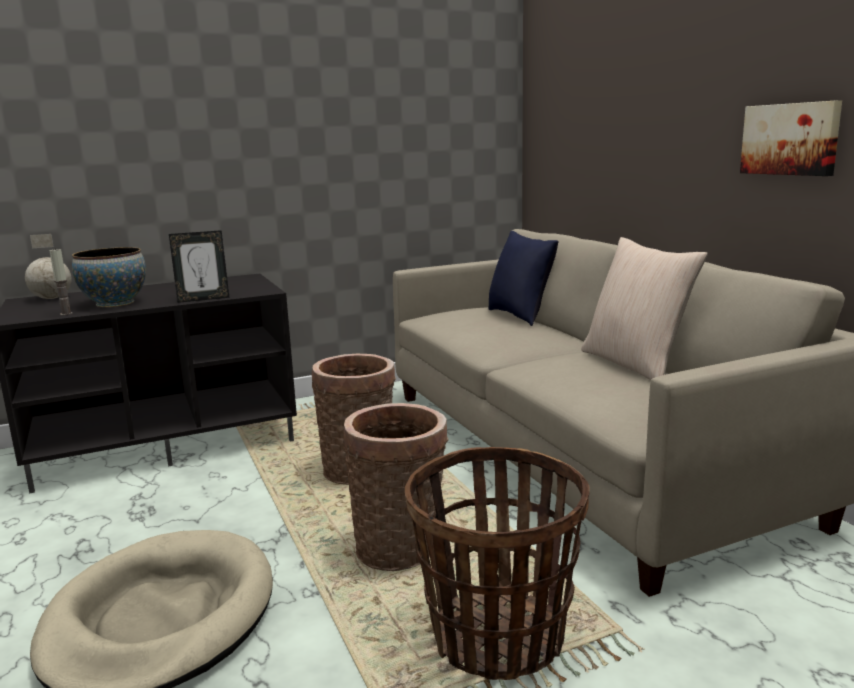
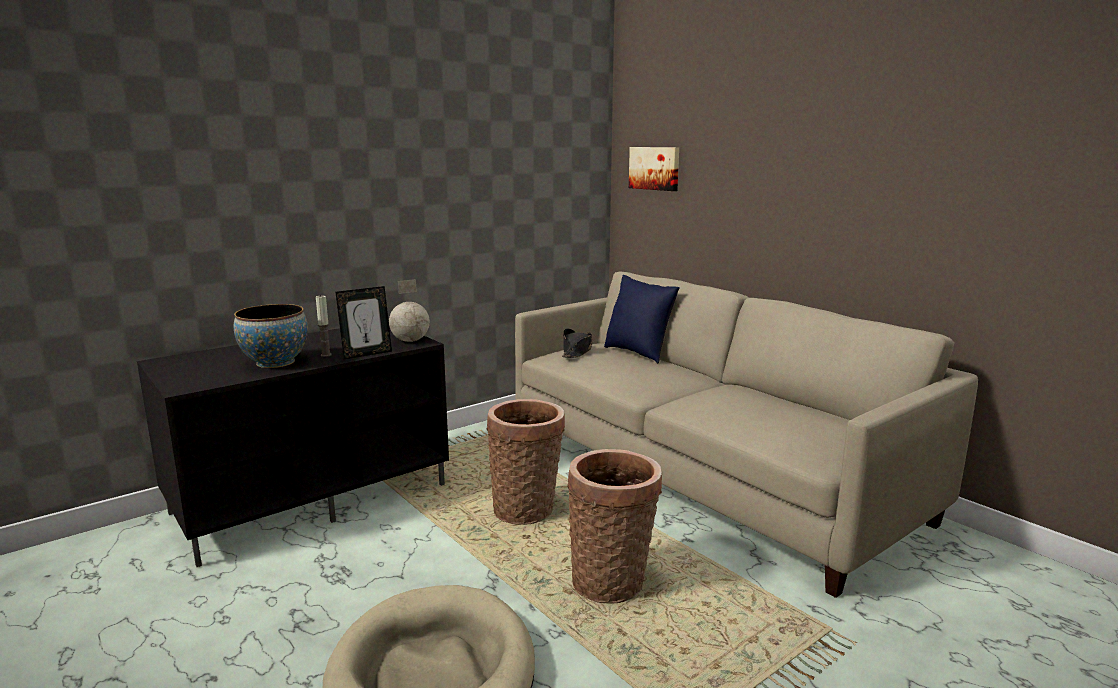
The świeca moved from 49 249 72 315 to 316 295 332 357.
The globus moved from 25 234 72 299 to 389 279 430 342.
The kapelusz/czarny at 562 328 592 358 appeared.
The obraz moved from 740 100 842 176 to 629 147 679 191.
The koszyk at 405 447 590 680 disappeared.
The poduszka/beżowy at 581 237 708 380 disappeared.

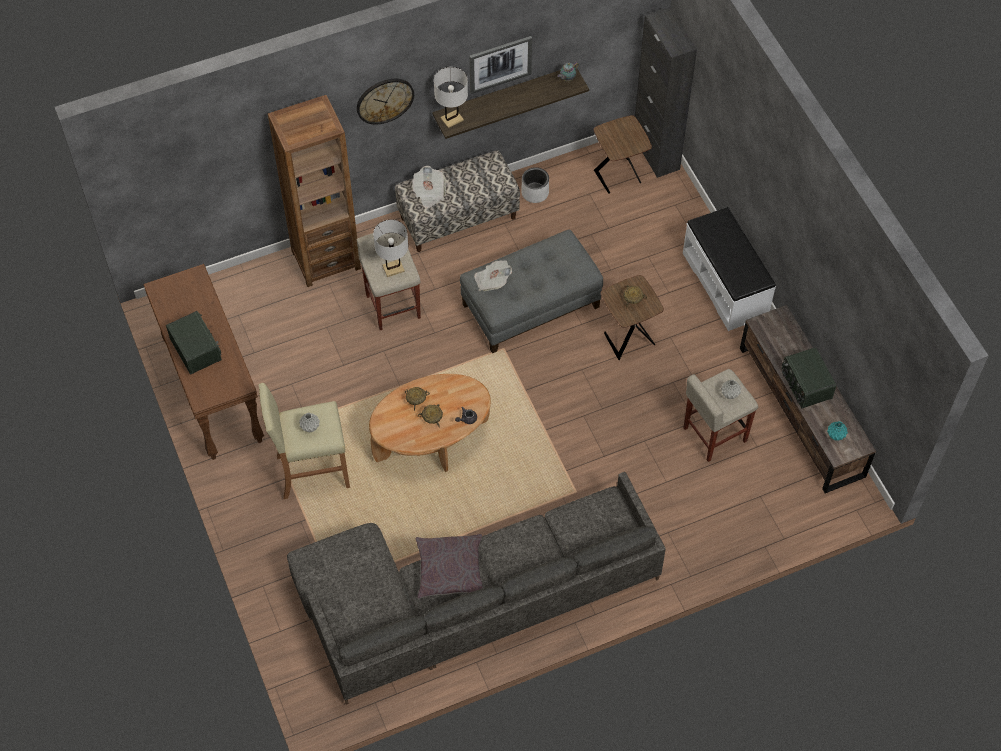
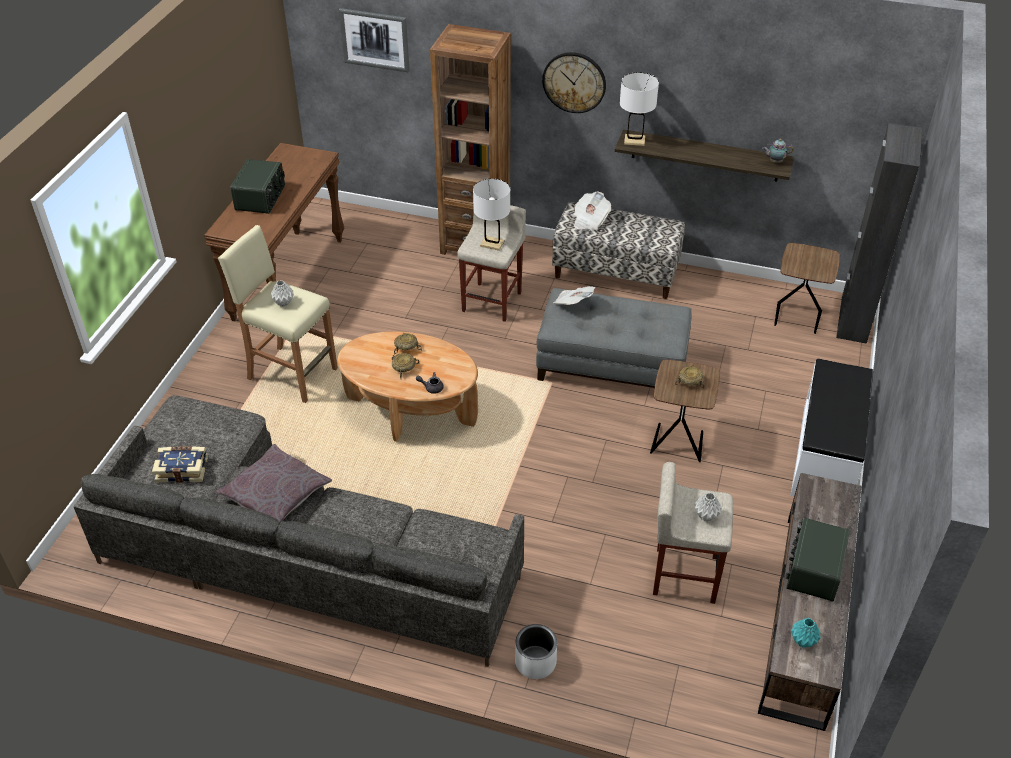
The książka at 152 446 208 483 appeared.
The obraz moved from 469 36 532 94 to 339 8 410 72.
The donica/biały moved from 521 167 549 203 to 515 624 557 679.

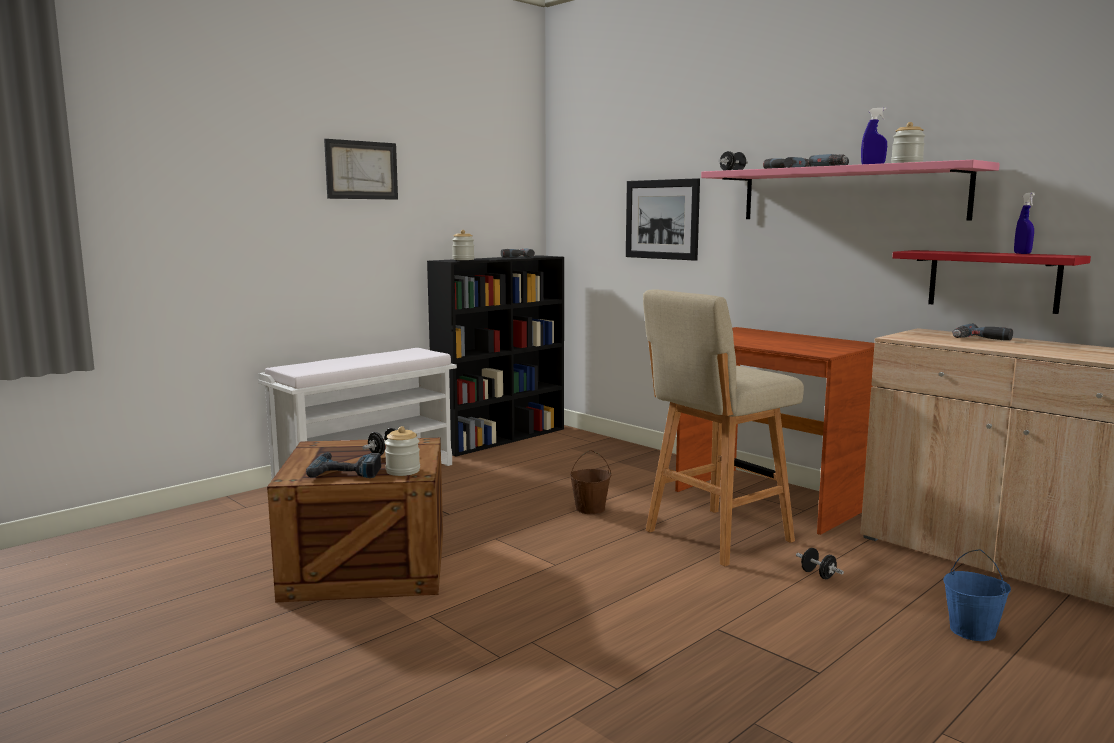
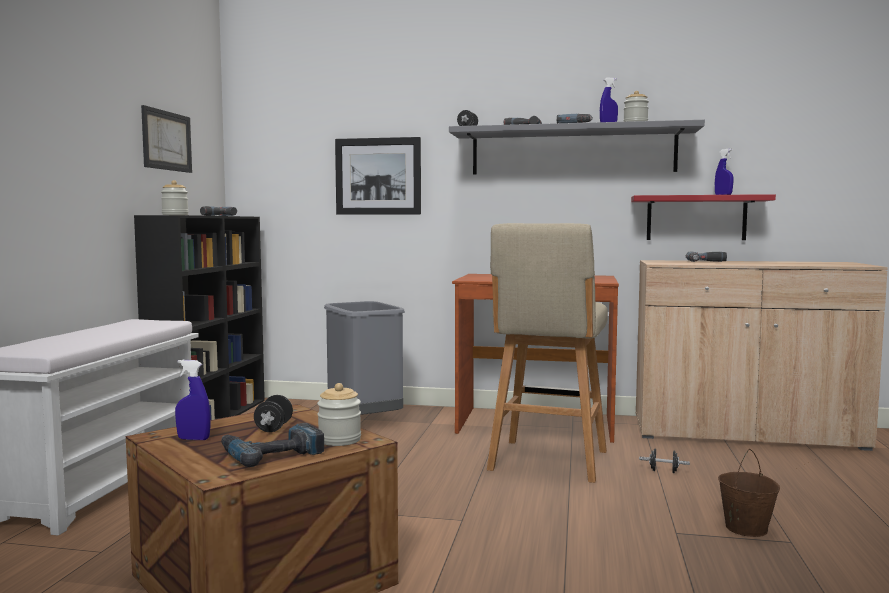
The obraz moved from 324 139 398 200 to 141 105 192 173.
The spryskiwacz/niebieski at 175 360 211 440 appeared.
The kosz na śmieci/szary at 324 301 405 415 appeared.
The półka/różowy at 701 160 1000 221 became the półka/szary at 449 120 705 175.
The wiadro/brązowy moved from 570 450 611 514 to 718 449 780 537.
The wiadro/niebieski at 943 549 1011 641 disappeared.

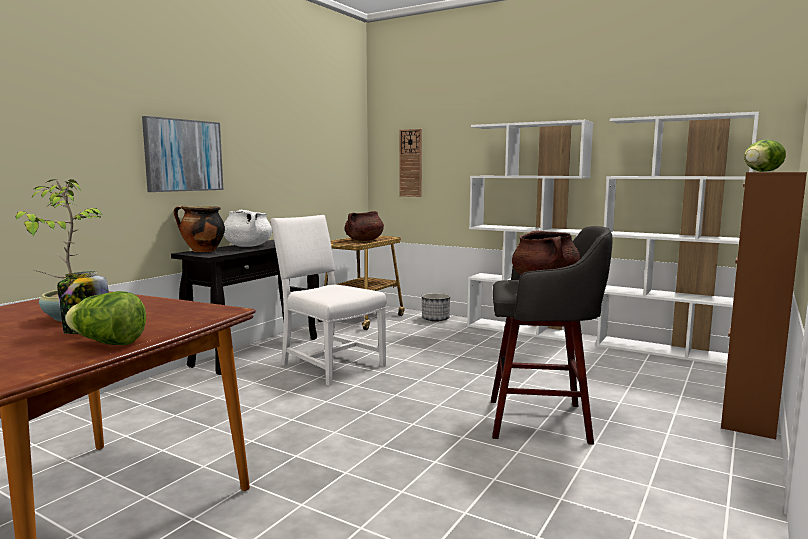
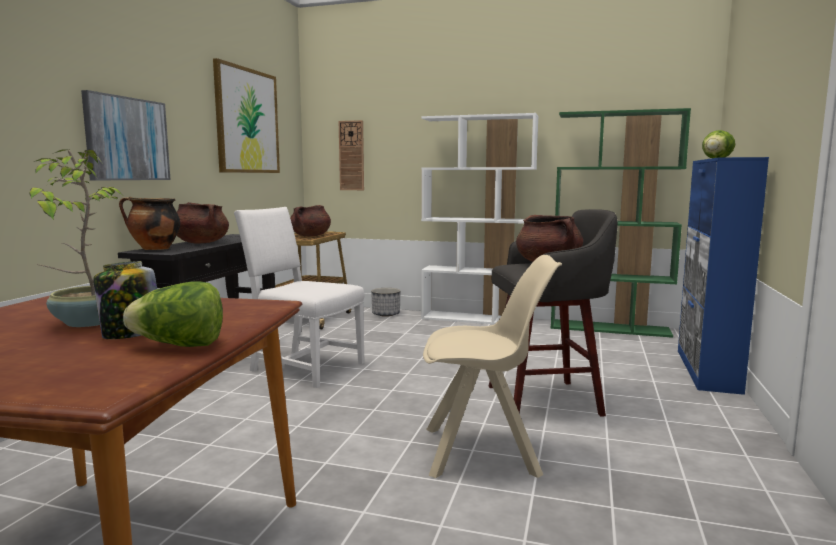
The garnek/biały at 224 209 272 247 became the garnek/brązowy at 177 202 229 244.
The obraz at 213 58 280 173 appeared.
The krzesło/beżowy at 423 255 562 478 appeared.
The regał/biały at 597 112 759 366 became the regał/zielony at 551 108 691 338.
The szafka/brązowy at 721 172 807 439 became the szafka/niebieski at 678 157 769 395.

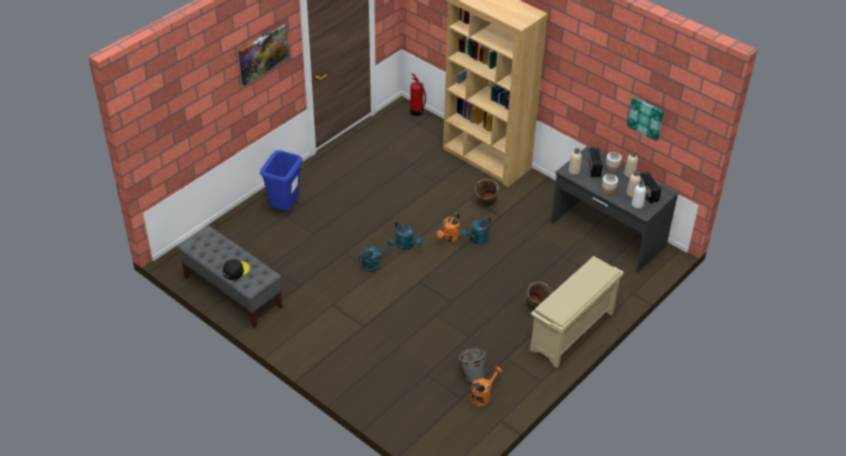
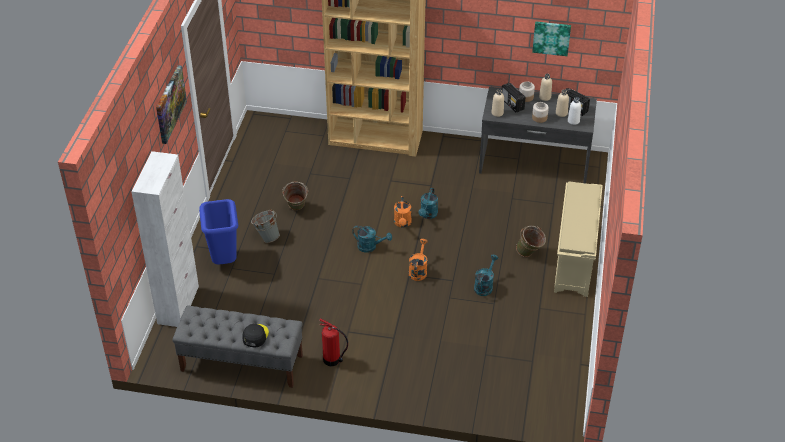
The szafka/biały at 131 151 199 327 appeared.
The wiadro/szary moved from 459 349 486 383 to 251 209 280 243.
The wiadro/zielony moved from 475 179 499 206 to 282 181 308 210.
The gaśnica moved from 410 73 426 116 to 319 318 348 366.
The konewka/pomarańczowy moved from 470 366 502 406 to 409 239 428 281.
The konewka/turkusowy moved from 358 239 394 272 to 474 255 499 296.

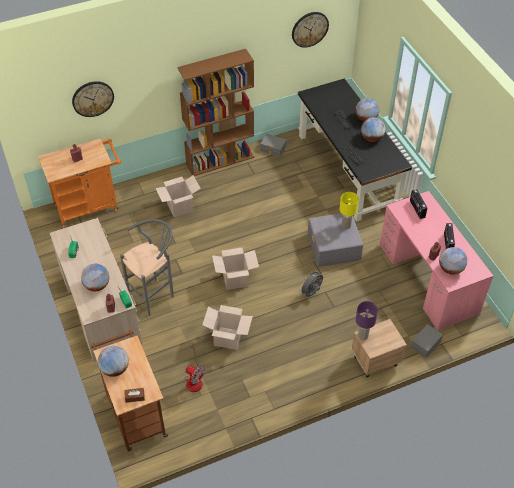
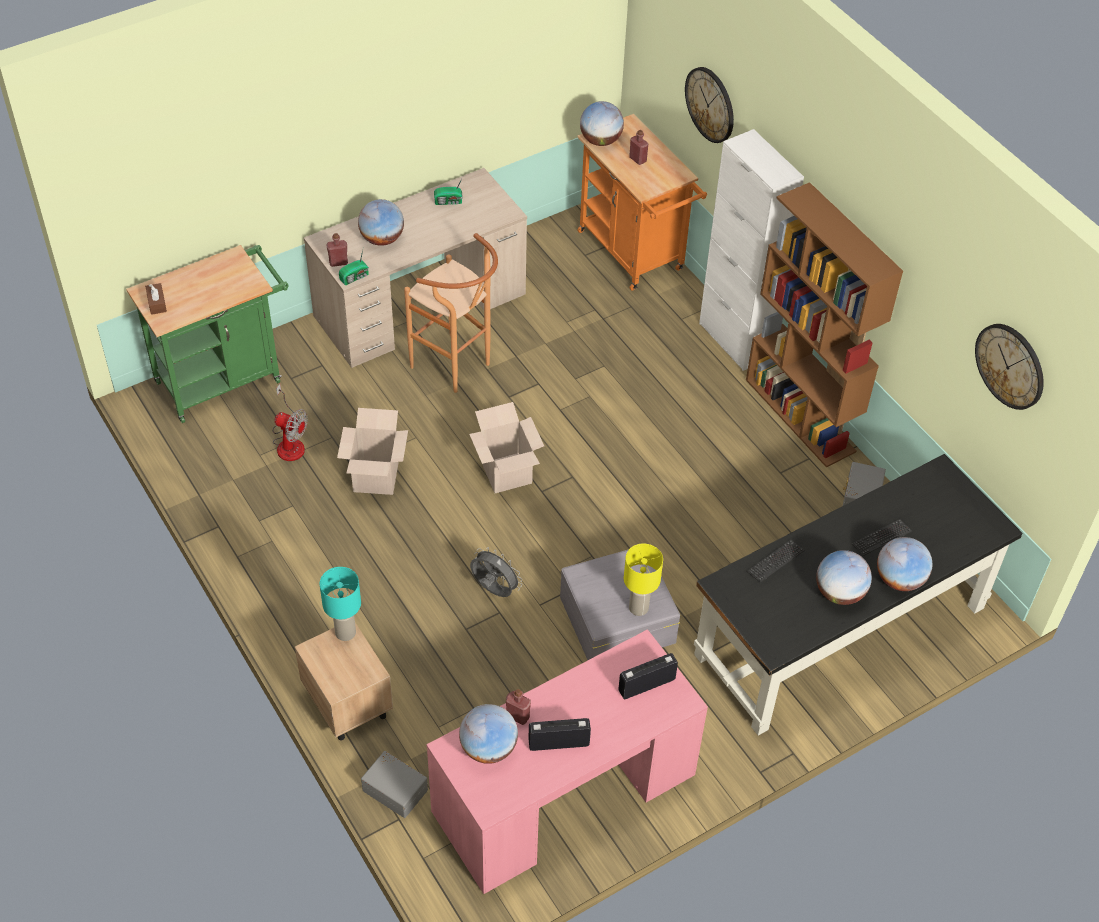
The wózek/brązowy at 91 330 168 452 became the wózek/zielony at 126 245 289 423.
The wentylator at 184 343 205 392 turned 90 degrees counterclockwise.
The lampa stołowa/fioletowy at 356 301 378 340 became the lampa stołowa/turkusowy at 320 567 361 641.
The stołek/szary at 120 219 174 316 became the stołek/brązowy at 404 233 498 393.
The globus moved from 98 346 129 377 to 580 101 624 146.
The szafka/biały at 699 129 804 371 appeared.
The karton at 155 175 201 217 disappeared.

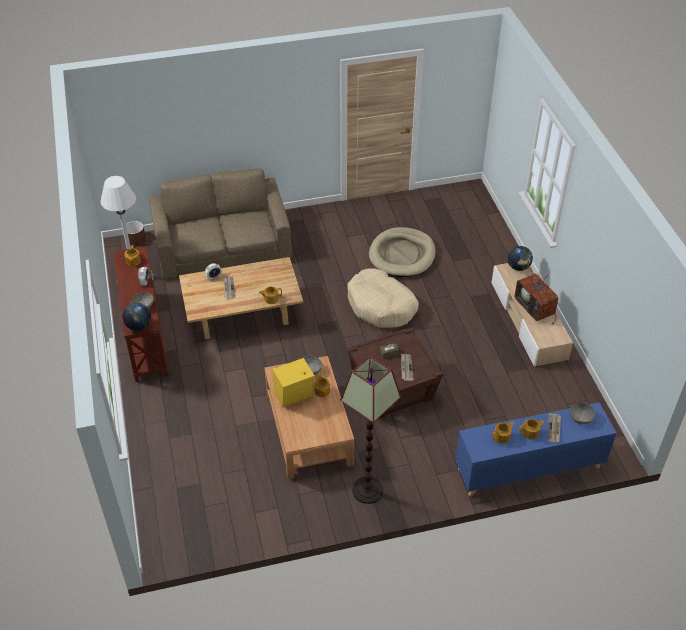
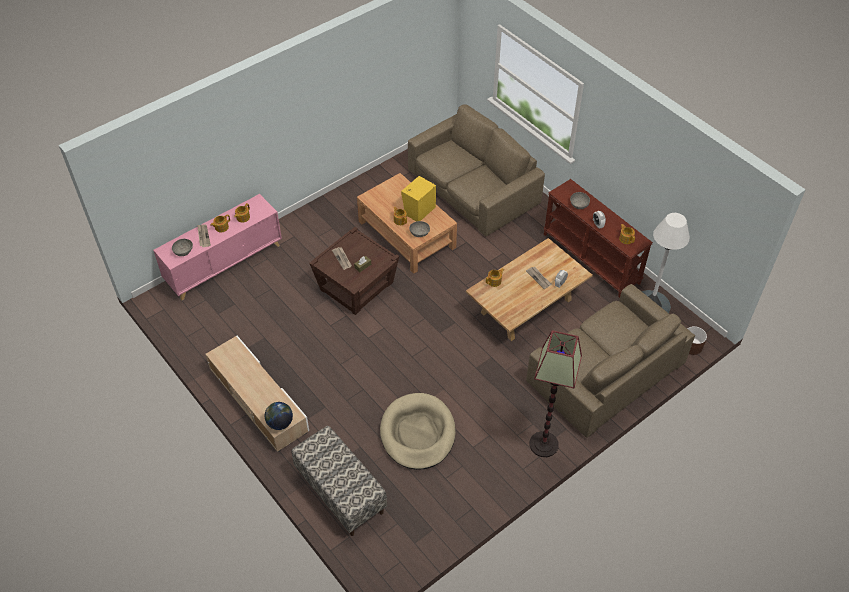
The szafka/niebieski at 455 402 616 496 became the szafka/różowy at 153 194 282 300.
The ławka at 292 426 387 536 appeared.
The kanapa/brązowy at 408 104 545 236 appeared.
The lampa stojąca moved from 340 356 401 504 to 530 330 582 457.
The globus at 123 303 151 331 disappeared.
The legowisko/beżowy at 347 268 419 328 disappeared.
The telewizor at 515 265 558 325 disappeared.

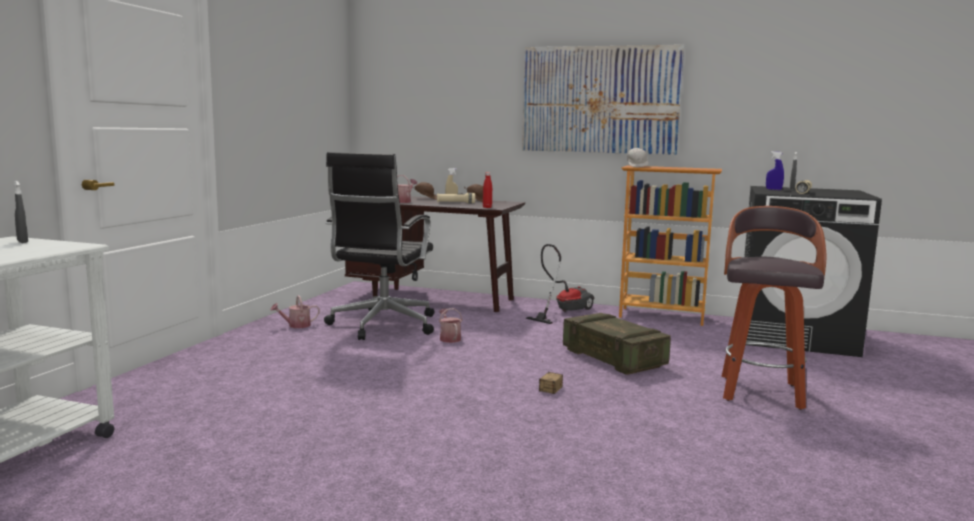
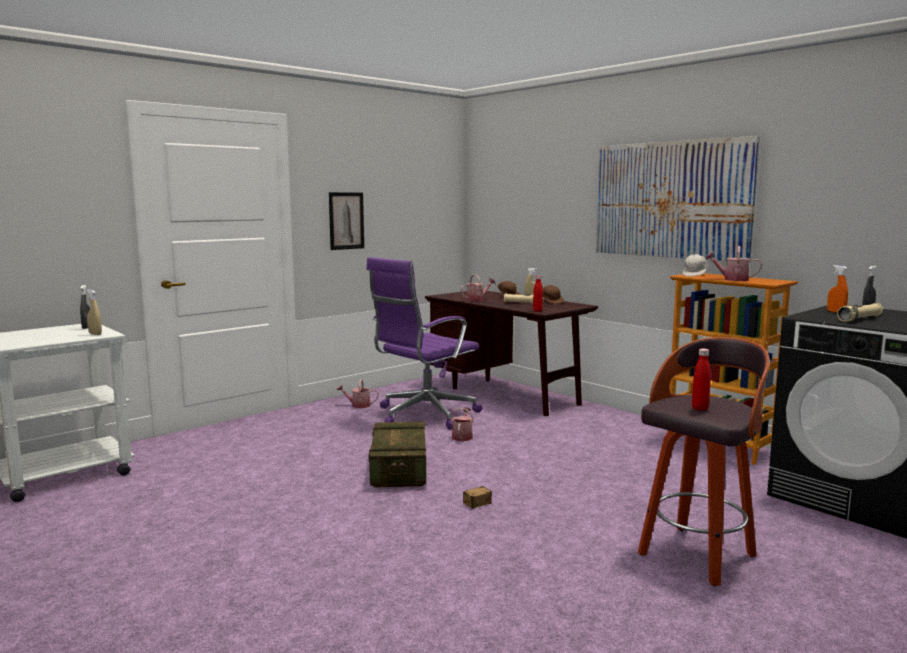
The spryskiwacz/beżowy at 87 290 102 335 appeared.
The obraz at 329 192 364 250 appeared.
The krzesło biurowe/czarny at 324 152 434 340 became the krzesło biurowe/fioletowy at 366 257 482 430.
The skrzynka moved from 563 313 671 375 to 369 422 426 487.
The butelka/czerwony at 692 349 711 411 appeared.
The konewka at 705 246 762 281 appeared.
The spryskiwacz/niebieski at 766 151 784 190 became the spryskiwacz/pomarańczowy at 827 265 848 313.
The odkurzacz at 526 244 595 324 disappeared.

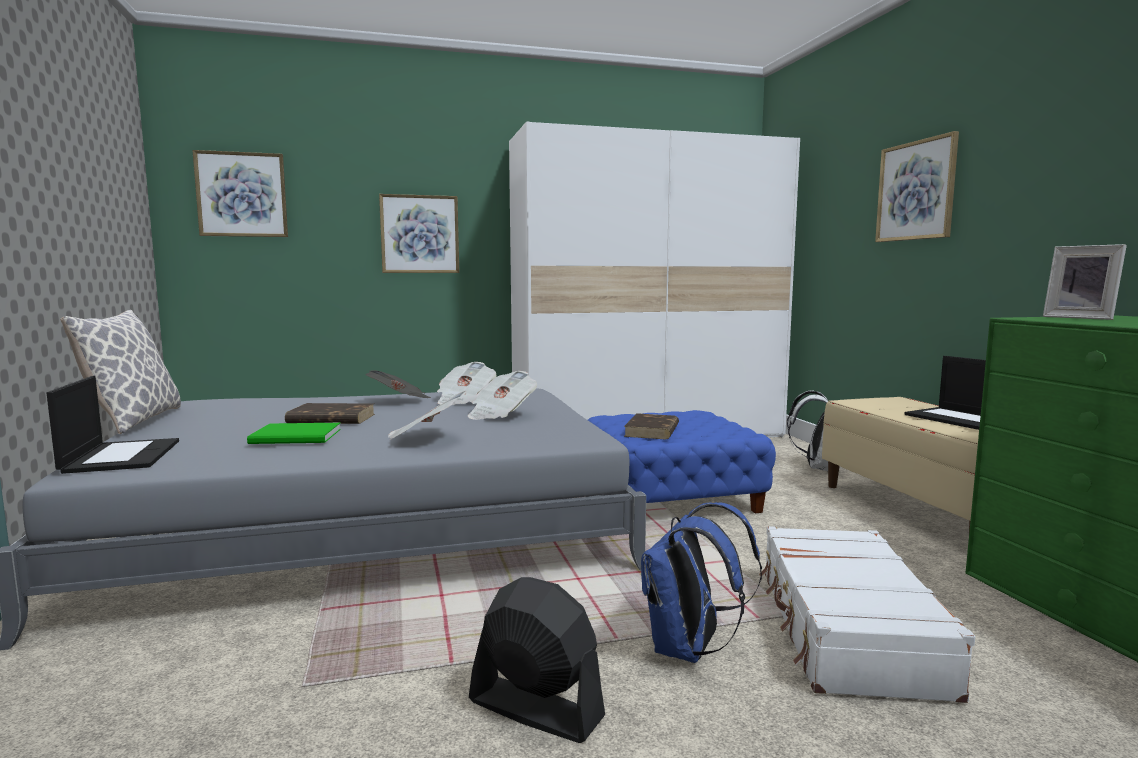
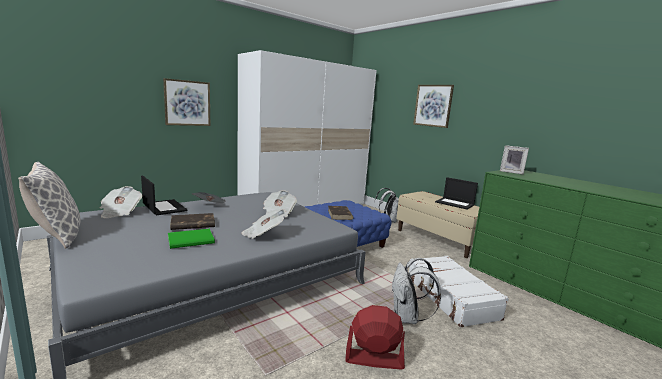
The gazeta moved from 437 362 497 405 to 100 186 142 218.
The laptop moved from 47 376 179 474 to 141 176 187 216.
The wentylator/czarny at 469 577 605 743 became the wentylator/czerwony at 345 305 405 370.
The plecak/niebieski at 641 502 762 663 became the plecak/biały at 391 258 441 324.
The obraz at 192 150 288 237 disappeared.

